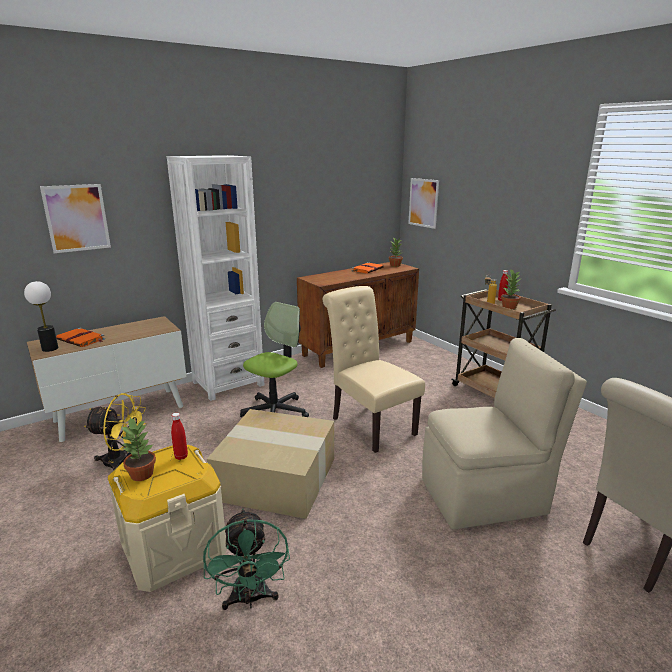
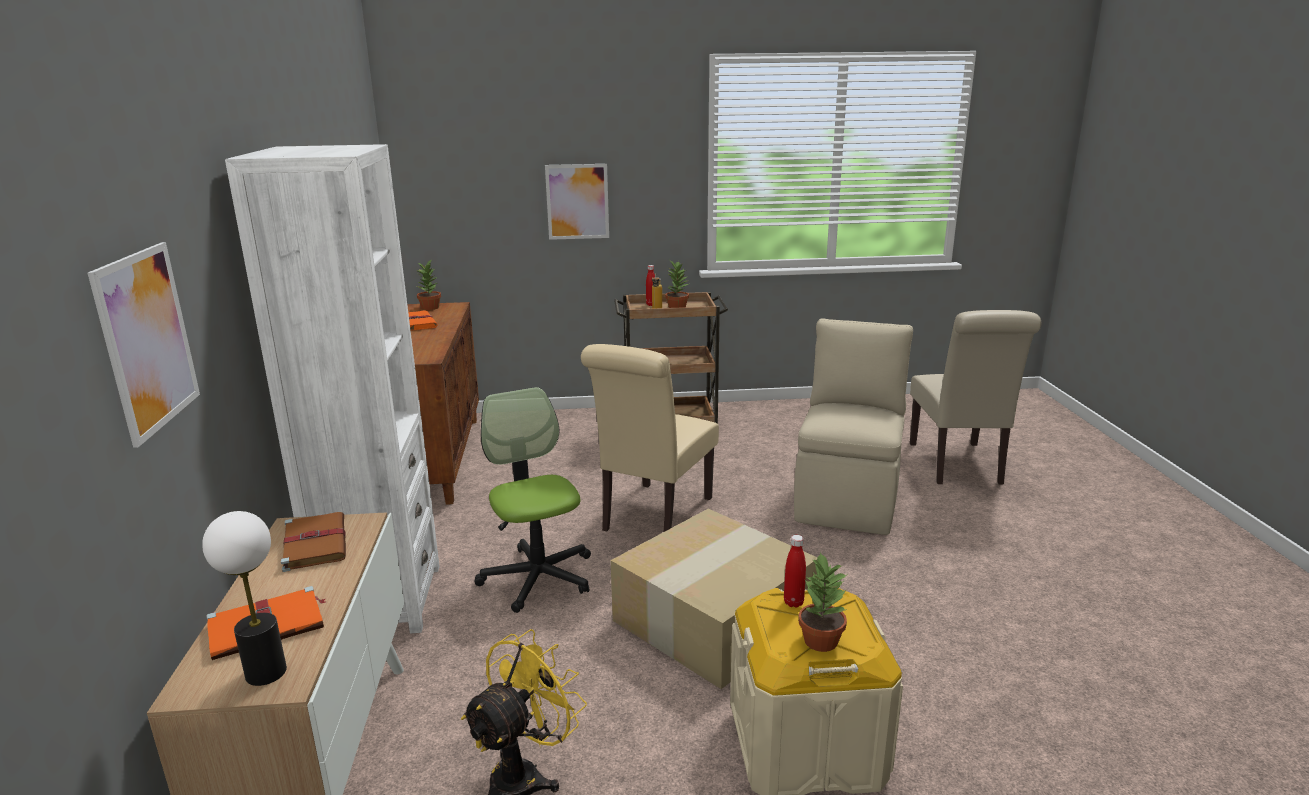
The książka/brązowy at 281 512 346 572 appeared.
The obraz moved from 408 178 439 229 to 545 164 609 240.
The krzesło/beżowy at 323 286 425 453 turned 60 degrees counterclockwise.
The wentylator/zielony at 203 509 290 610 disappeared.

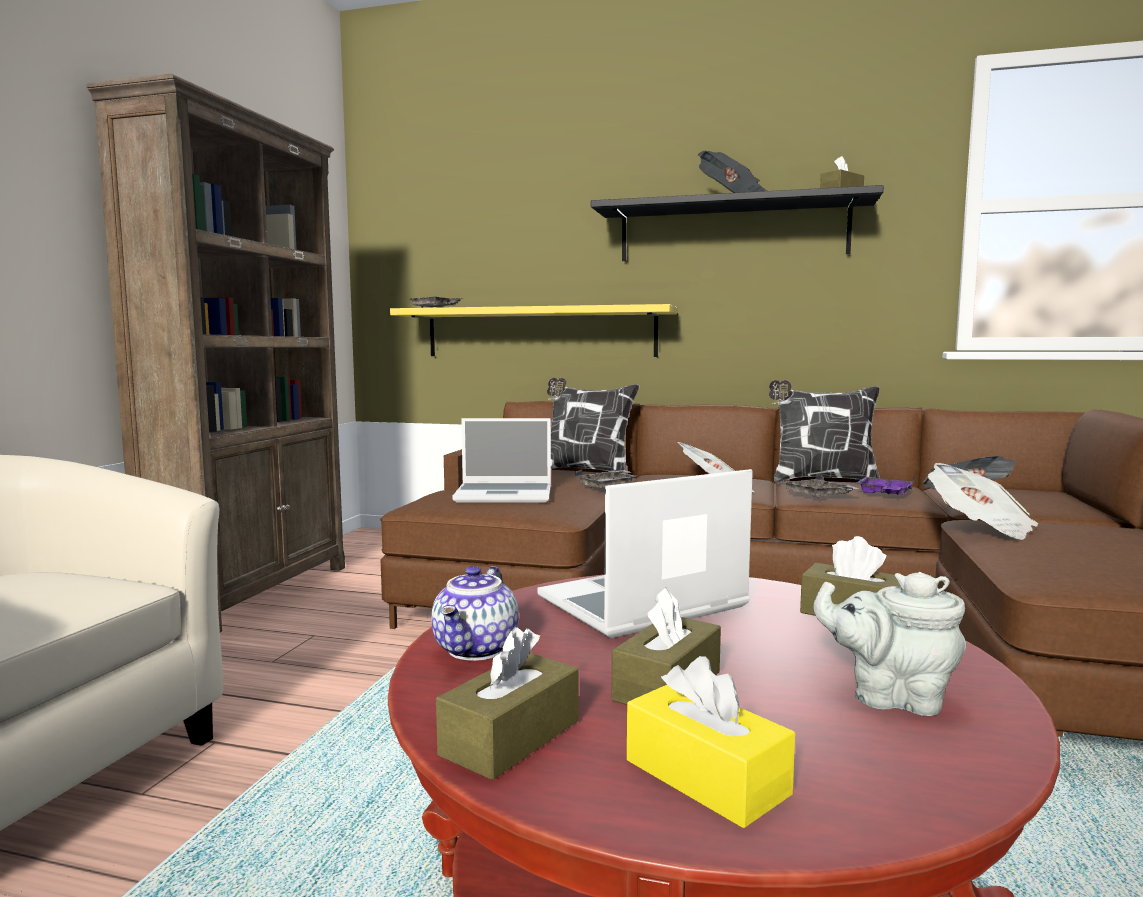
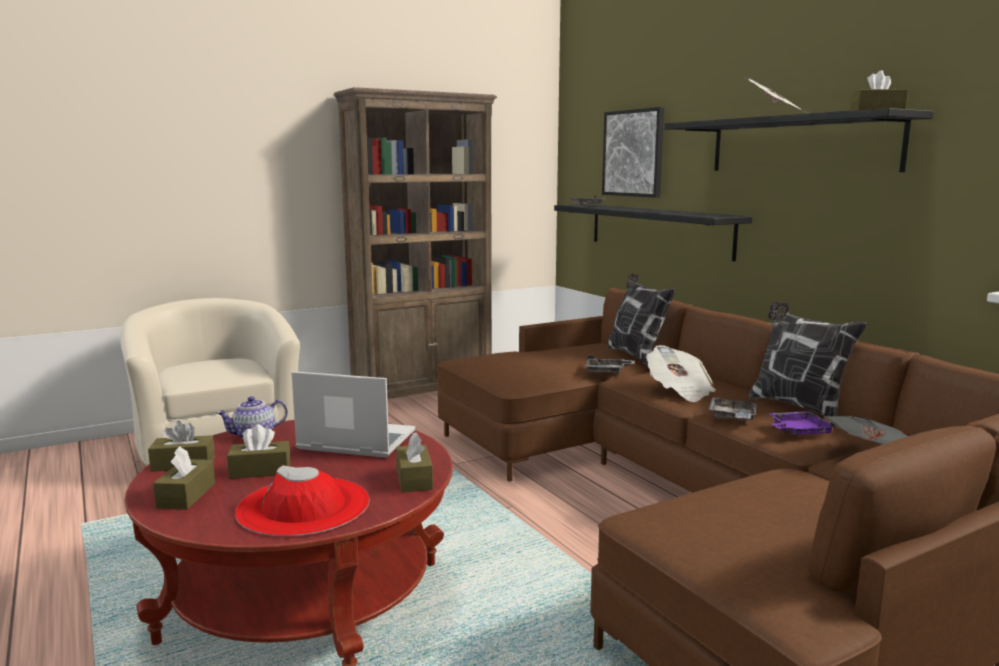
The pudełko chusteczek/żółty at 627 656 795 828 became the pudełko chusteczek/brązowy at 153 446 215 510.
The imbryk/szary at 813 572 966 716 was replaced by the kapelusz/czerwony at 235 465 370 536.
The półka/żółty at 390 304 677 357 became the półka/czarny at 554 204 752 261.
The obraz at 602 107 664 198 appeared.
The laptop at 453 418 551 502 disappeared.
The gazeta at 928 463 1038 540 disappeared.

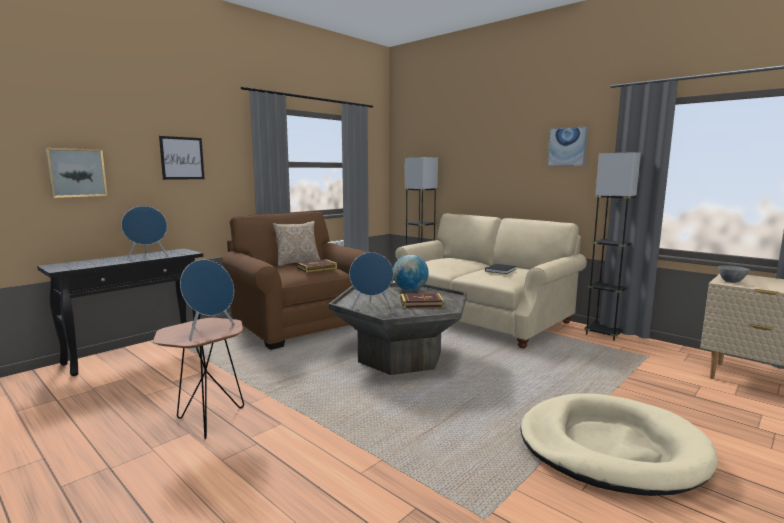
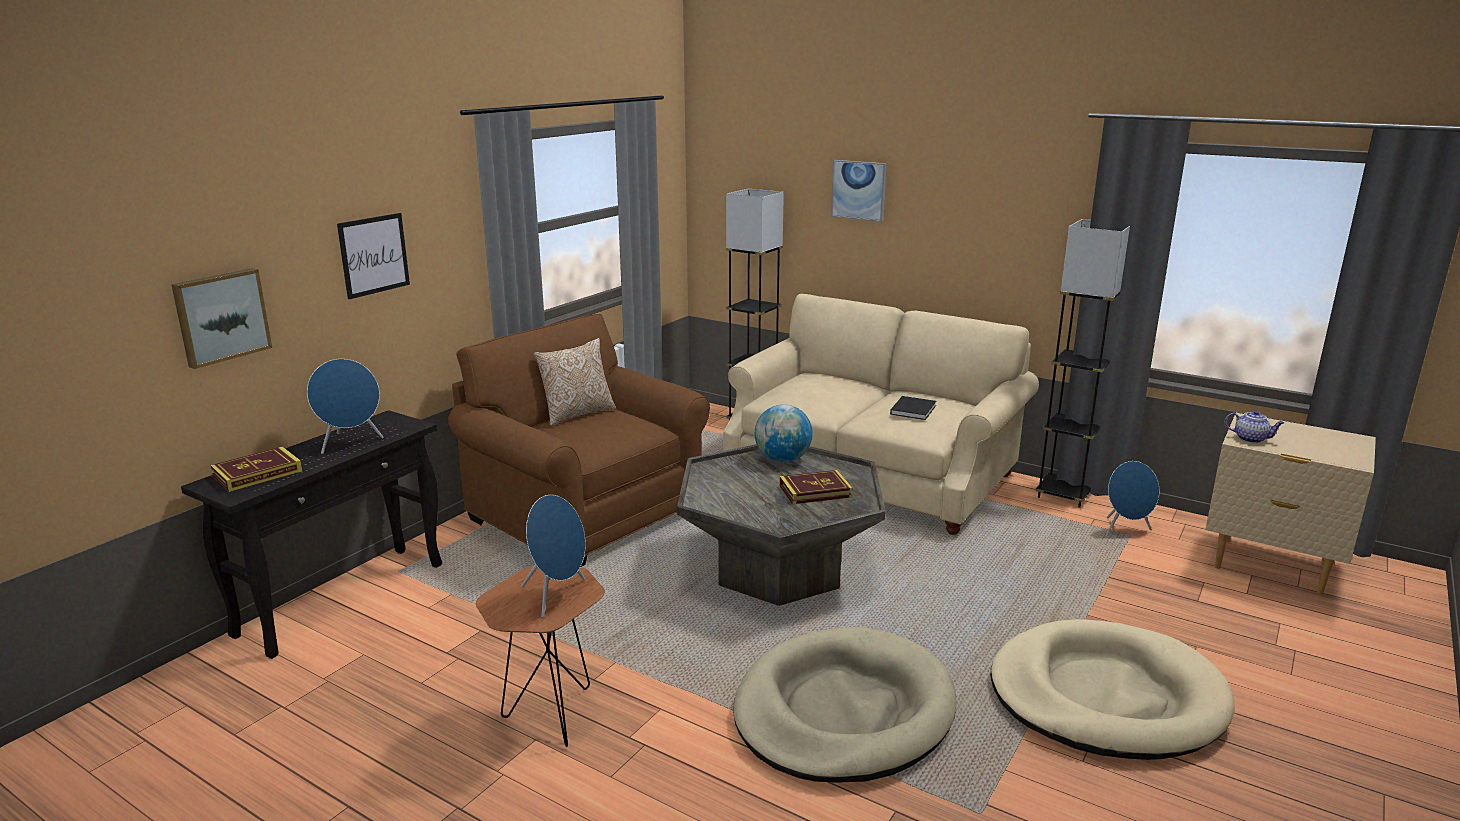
The książka moved from 296 259 337 272 to 210 446 302 492.
The legowisko/beżowy at 733 627 957 783 appeared.
The obraz moved from 547 126 588 166 to 831 160 887 222.
The głośnik/niebieski moved from 349 252 393 309 to 1105 461 1159 536.
The miska/szary at 718 265 750 283 was replaced by the imbryk at 1225 410 1284 443.

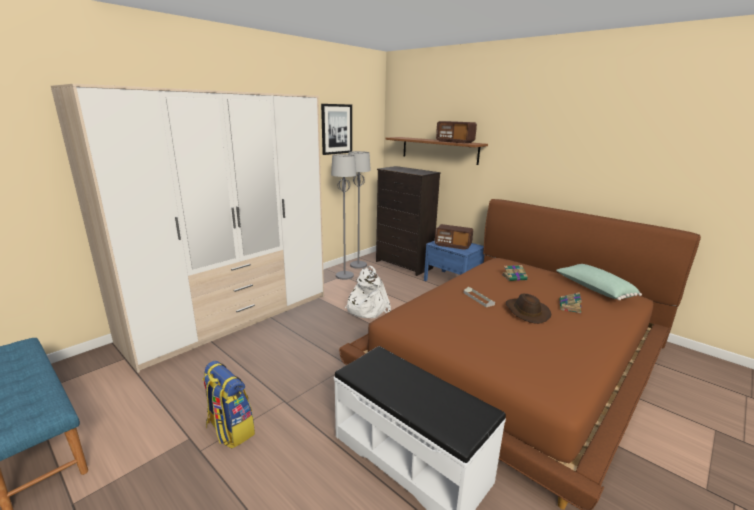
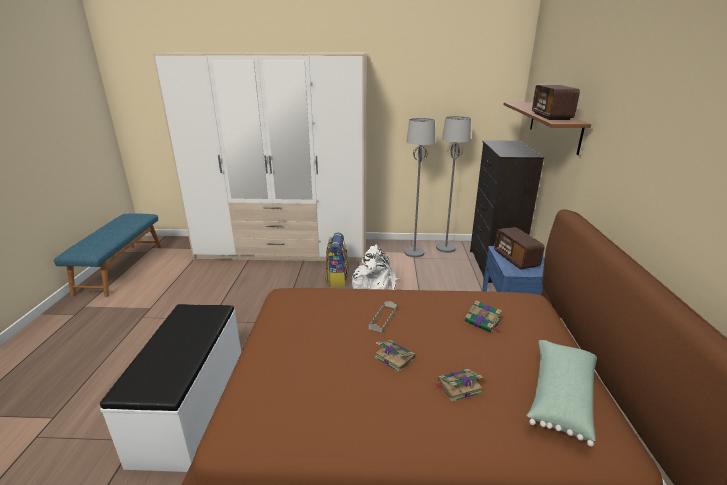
The plecak moved from 203 361 255 449 to 325 233 349 287.
The kapelusz/brązowy at 506 294 552 324 was replaced by the książka at 374 340 415 372.
The obraz at 321 104 352 155 disappeared.

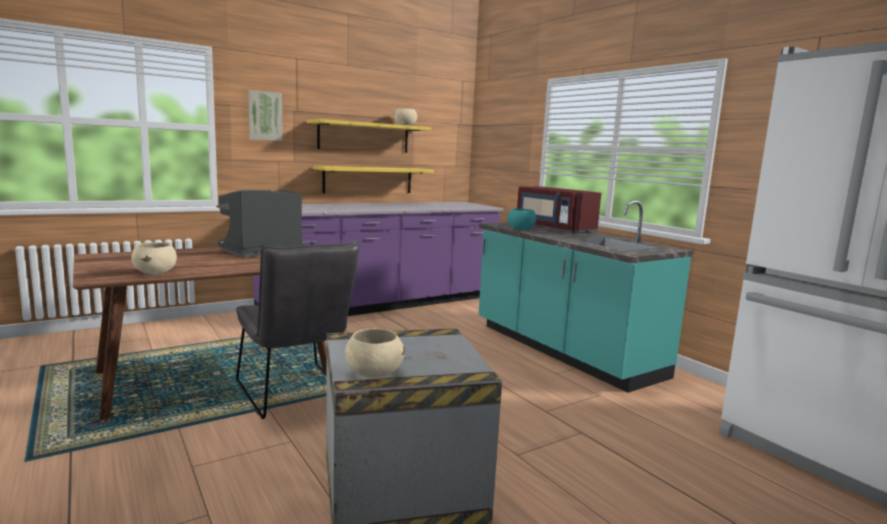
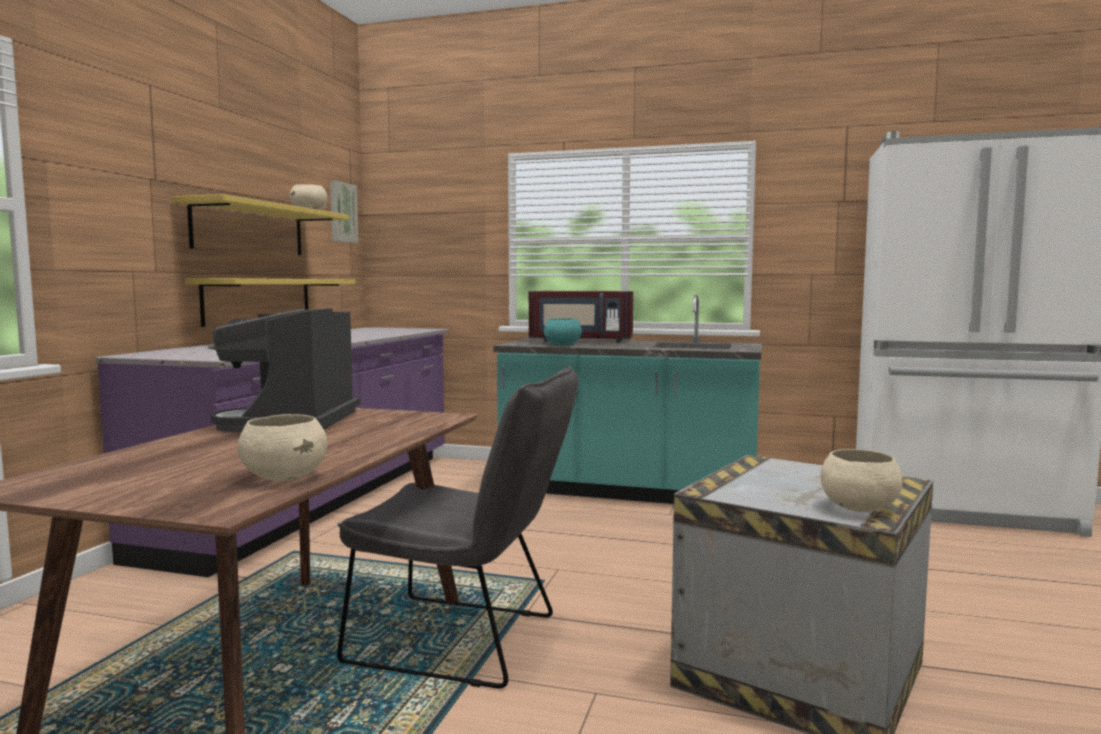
The obraz moved from 248 90 283 141 to 330 181 358 243.

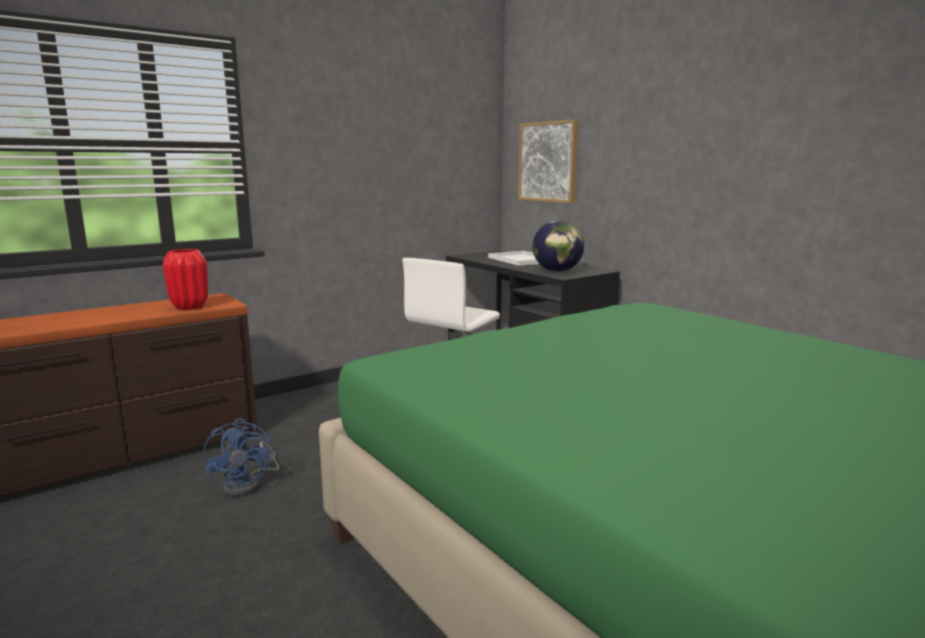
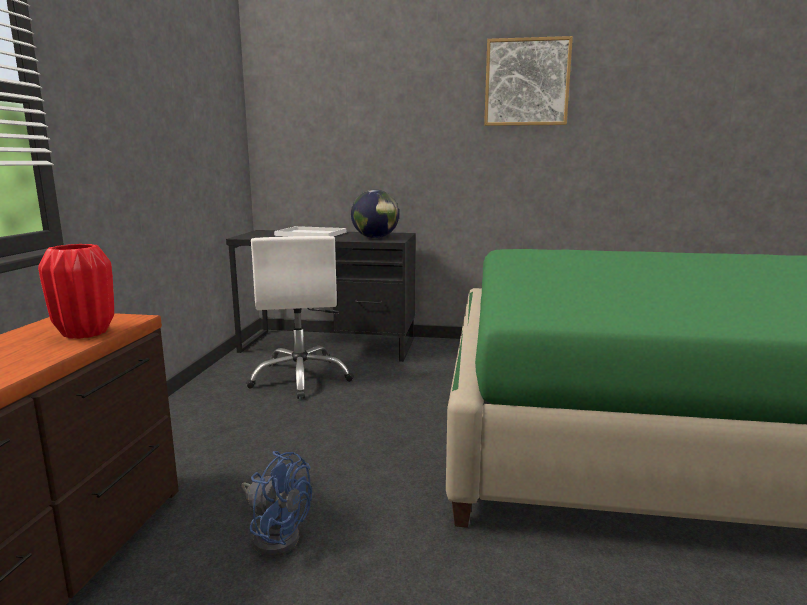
The obraz moved from 518 119 578 203 to 484 36 573 126.

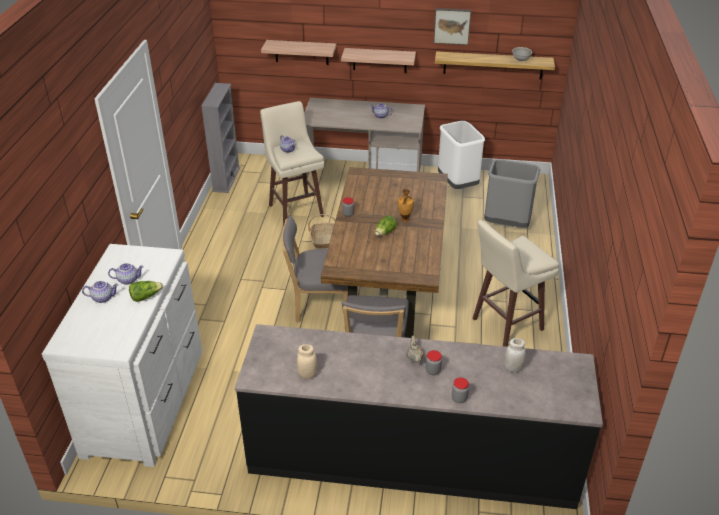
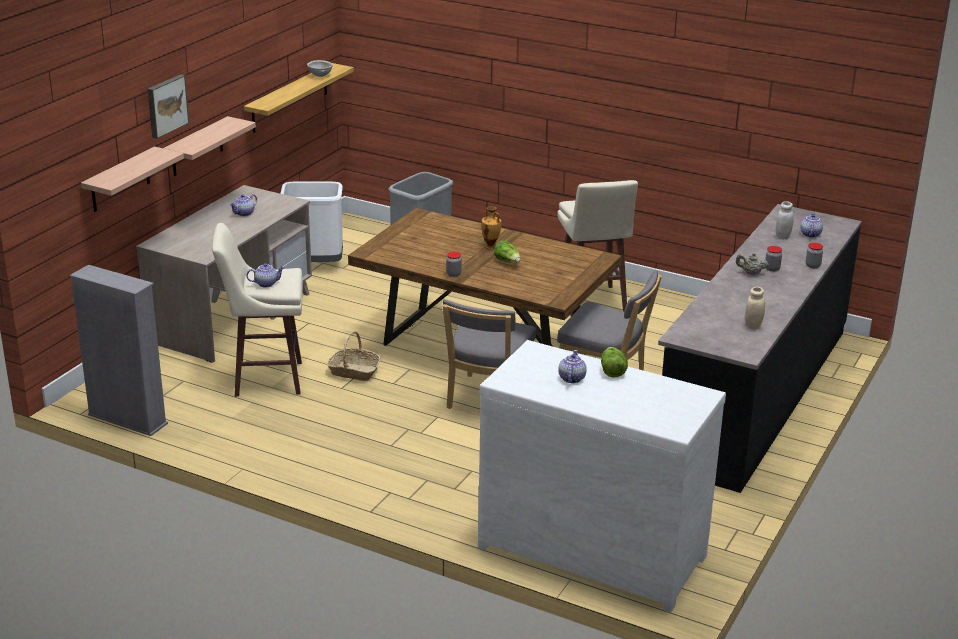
The obraz moved from 434 8 471 45 to 148 74 189 139.
The imbryk moved from 82 281 119 303 to 800 213 823 237.

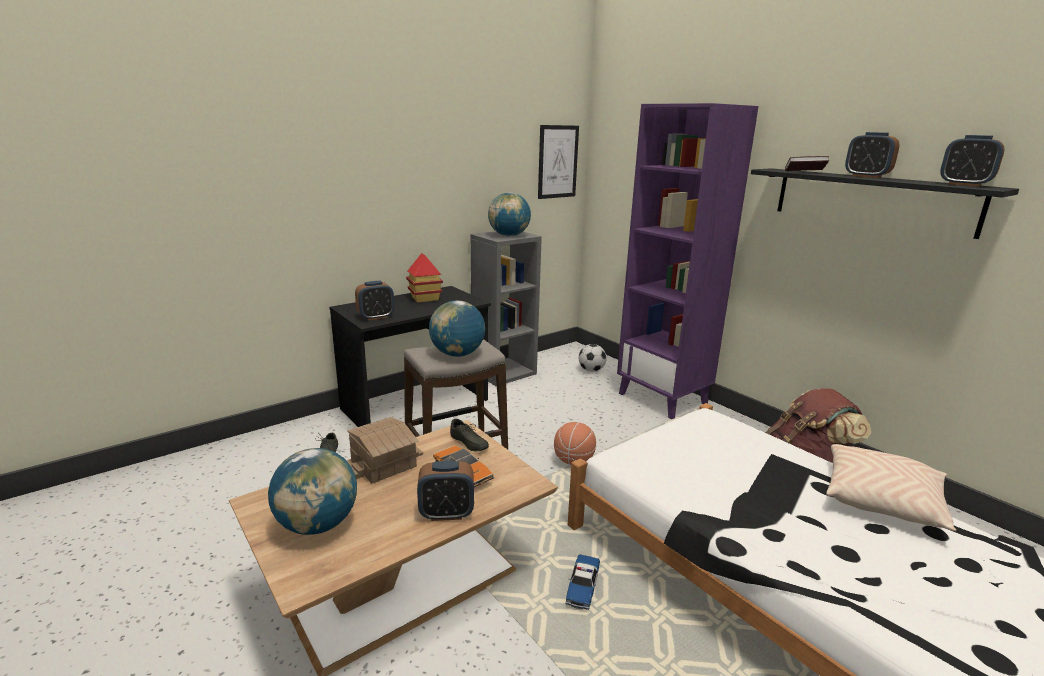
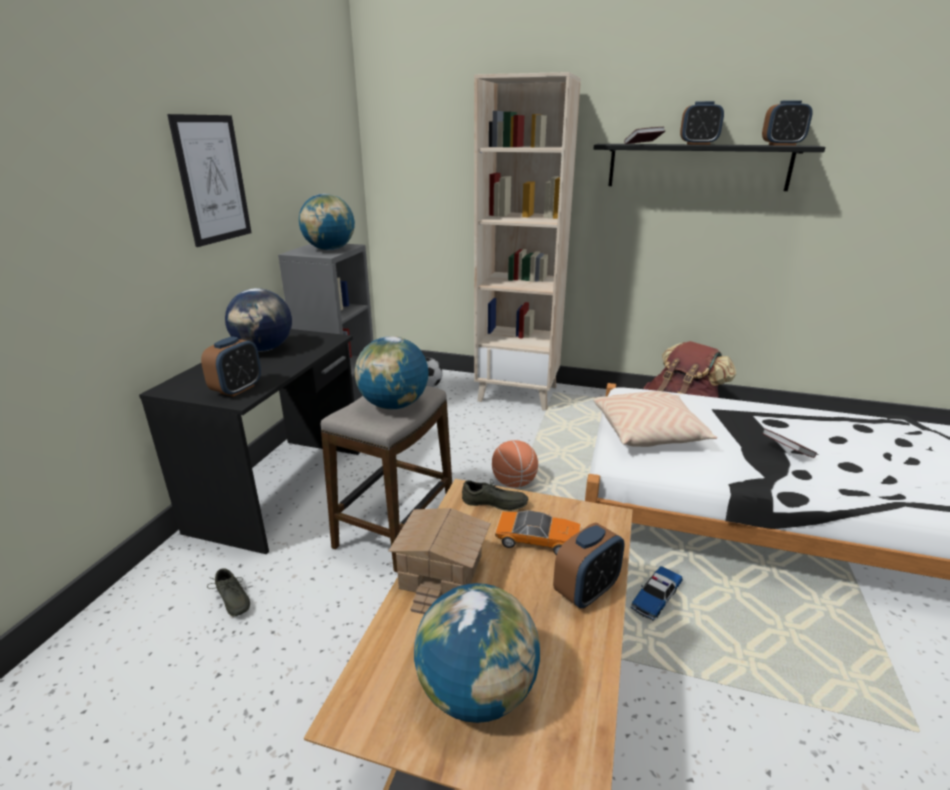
The obraz moved from 538 125 579 199 to 167 114 252 247.
The domek at 406 253 443 302 was replaced by the globus at 225 288 292 352.
The regał/fioletowy at 617 103 759 419 became the regał/beżowy at 474 72 581 411.
The poduszka/beżowy moved from 826 444 956 531 to 593 391 718 447.
The samochodzik at 565 554 600 610 turned 60 degrees clockwise.
The książka at 762 428 817 458 appeared.

